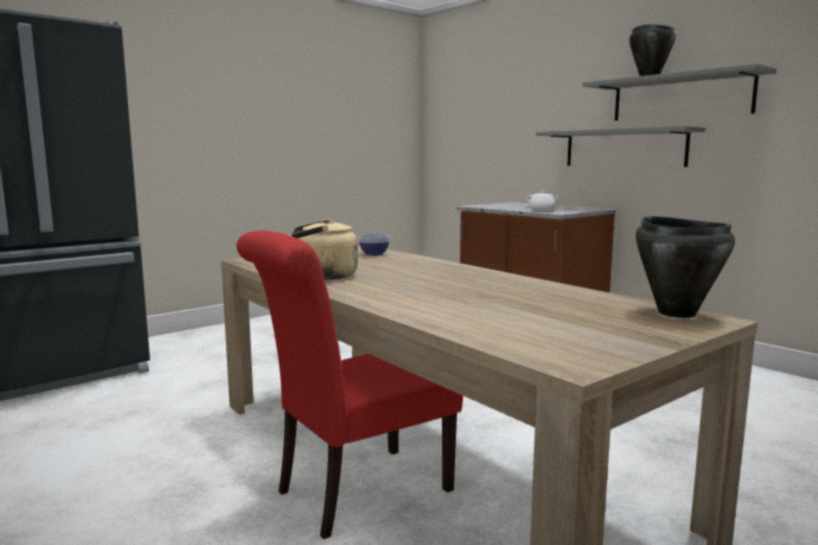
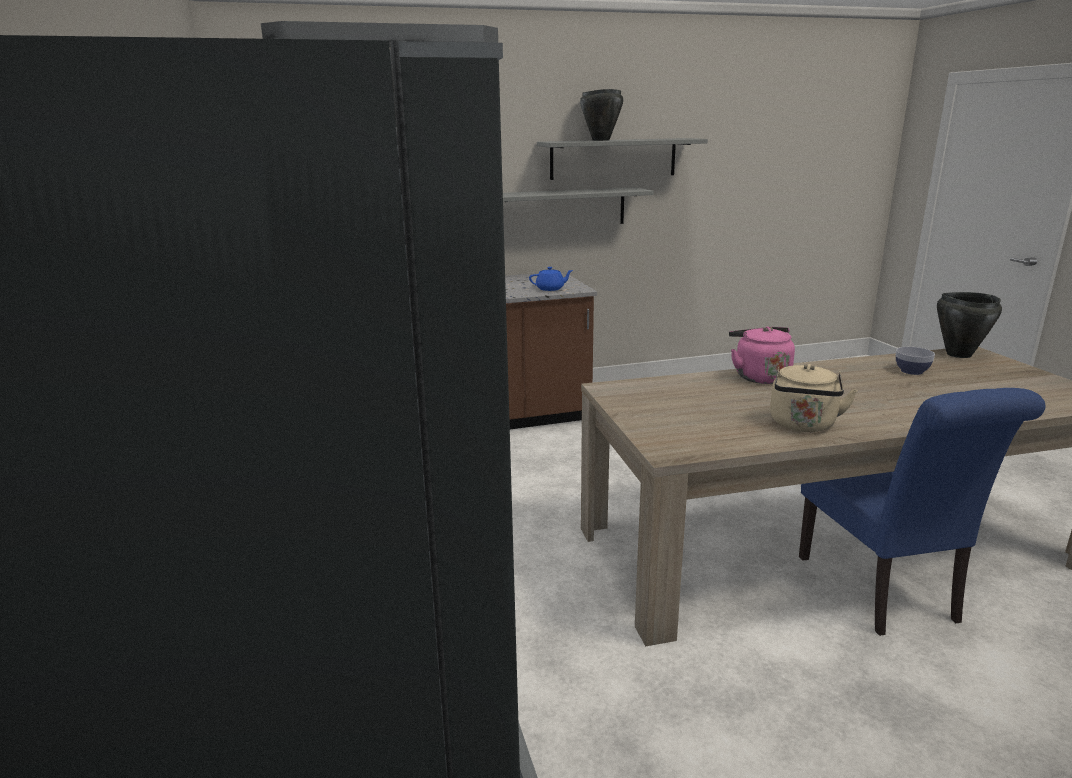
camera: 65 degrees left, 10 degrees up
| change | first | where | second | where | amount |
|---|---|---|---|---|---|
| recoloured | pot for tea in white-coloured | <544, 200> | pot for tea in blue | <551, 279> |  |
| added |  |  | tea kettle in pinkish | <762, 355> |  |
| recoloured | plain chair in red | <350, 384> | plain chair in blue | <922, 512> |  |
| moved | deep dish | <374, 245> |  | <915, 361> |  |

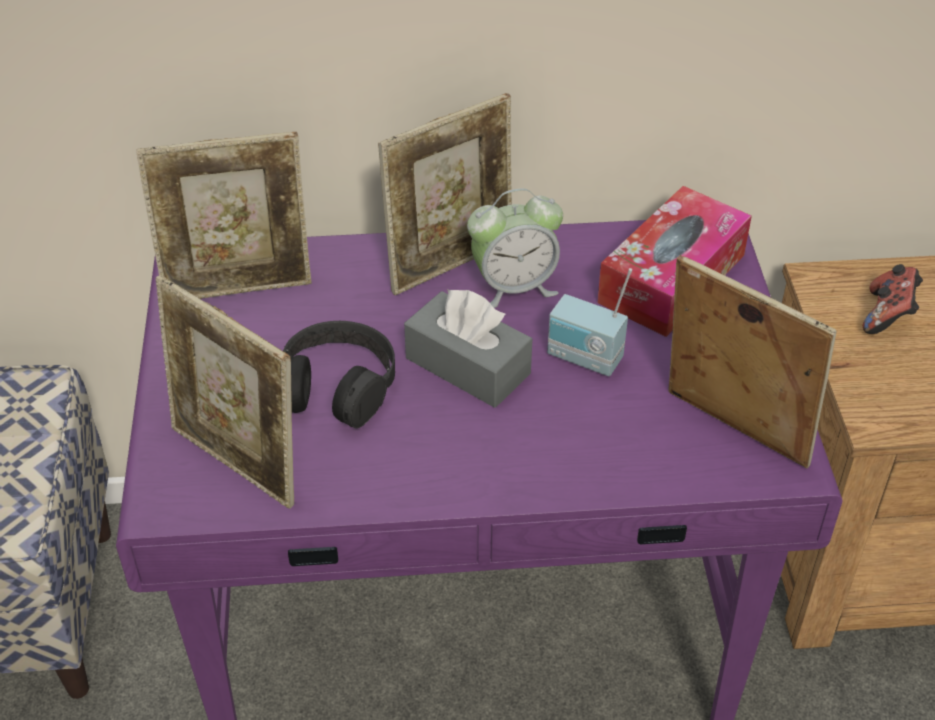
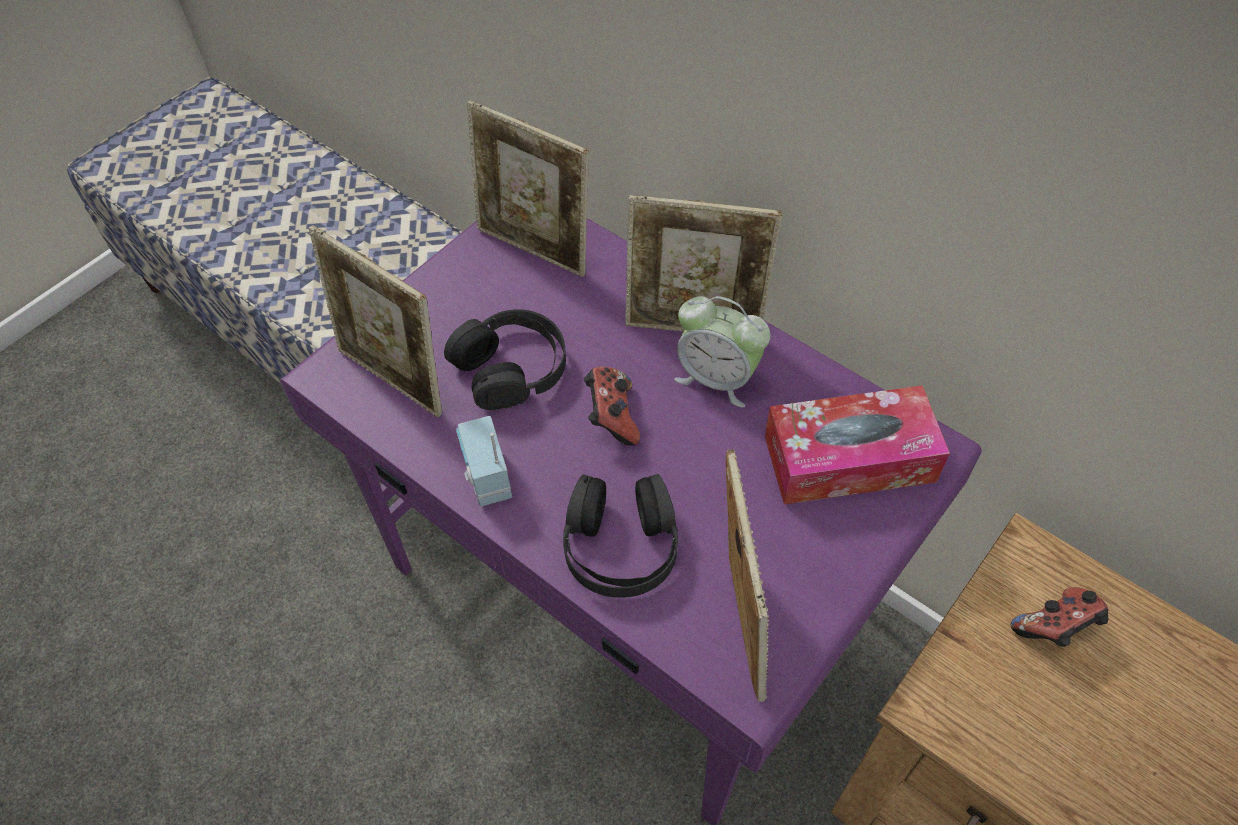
camera: 45 degrees right, 10 degrees up
| change | first | where | second | where | amount |
|---|---|---|---|---|---|
| turned | standing frame | <225, 392> |  | <375, 321> | 45 degrees counterclockwise |
| moved | radio | <589, 322> |  | <484, 461> |  |
| added |  |  | headset in black-coloured | <620, 536> |  |
| replaced | tissue box in grey | <468, 348> | gamepad | <612, 406> |  |

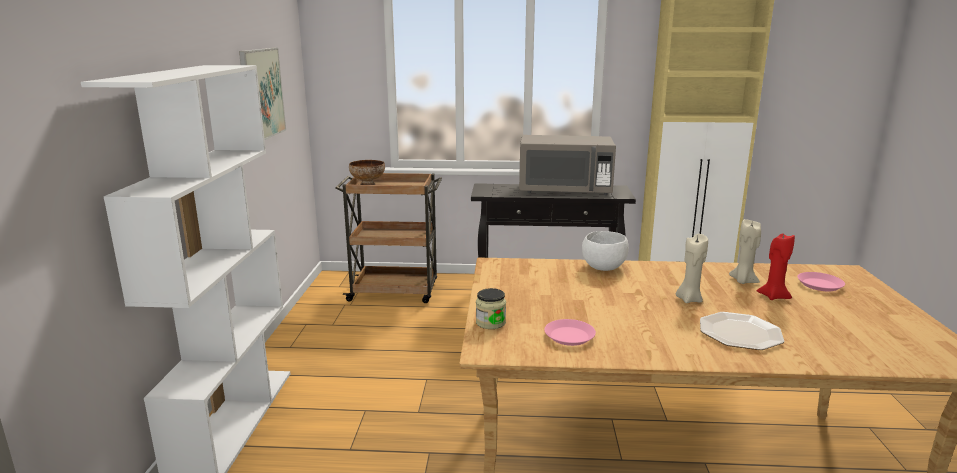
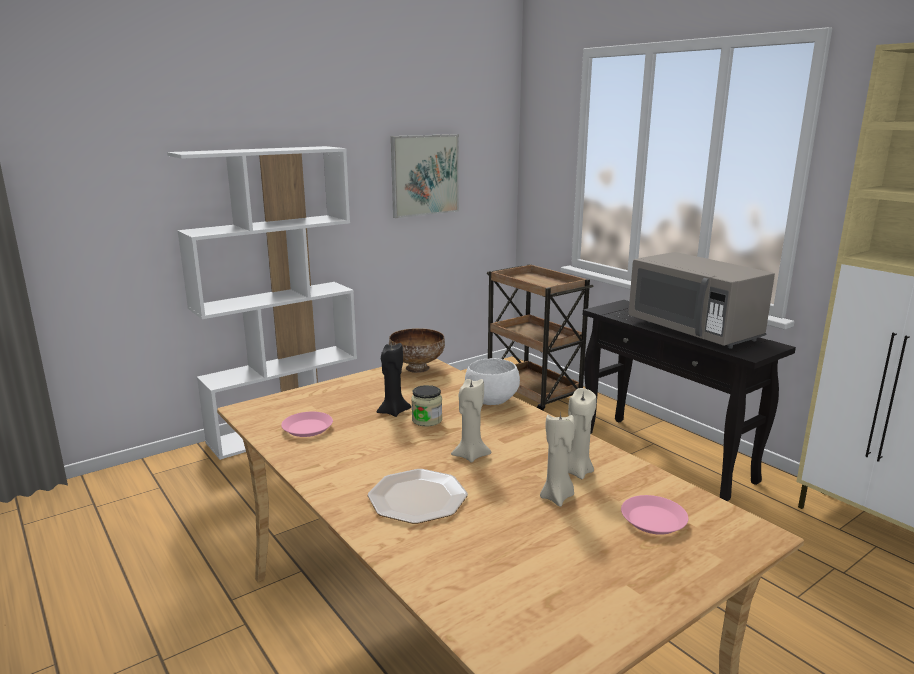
camera: 50 degrees right, 0 degrees up
| change | first | where | second | where | amount |
|---|---|---|---|---|---|
| added |  |  | wax candle in black-coloured | <393, 380> |  |
| moved | deep dish | <367, 172> |  | <417, 350> |  |
| moved | jar | <491, 308> |  | <426, 406> |  |
| recoloured | wax candle in red | <776, 267> | wax candle in beige-coloured | <557, 460> |  |

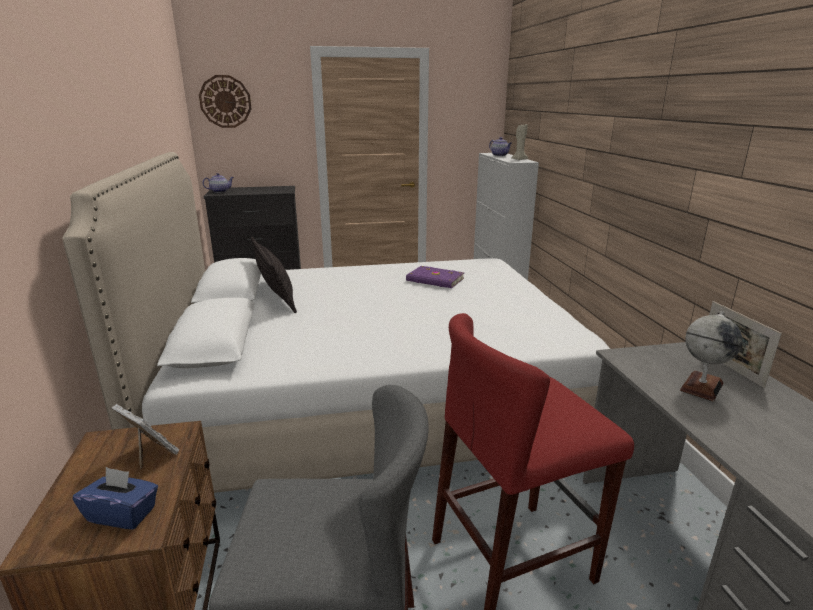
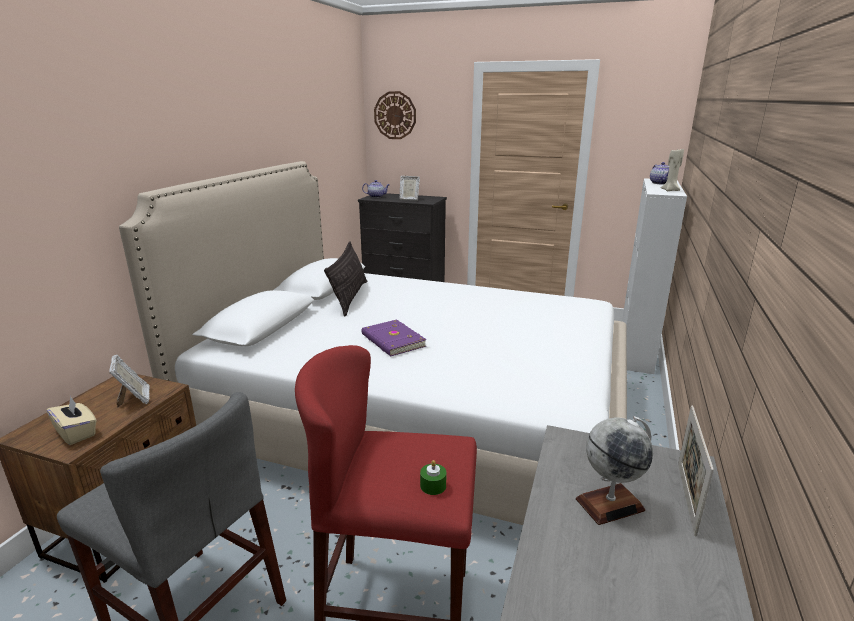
camera: 30 degrees right, 0 degrees up
| change | first | where | second | where | amount |
|---|---|---|---|---|---|
| recoloured | tissue box in blue | <115, 498> | tissue box in beige-coloured | <71, 420> |  |
| moved | book in purple | <435, 277> |  | <394, 337> |  |
| added |  |  | standing frame | <410, 188> |  |
| added |  |  | wax candle in green-coloured | <433, 477> |  |

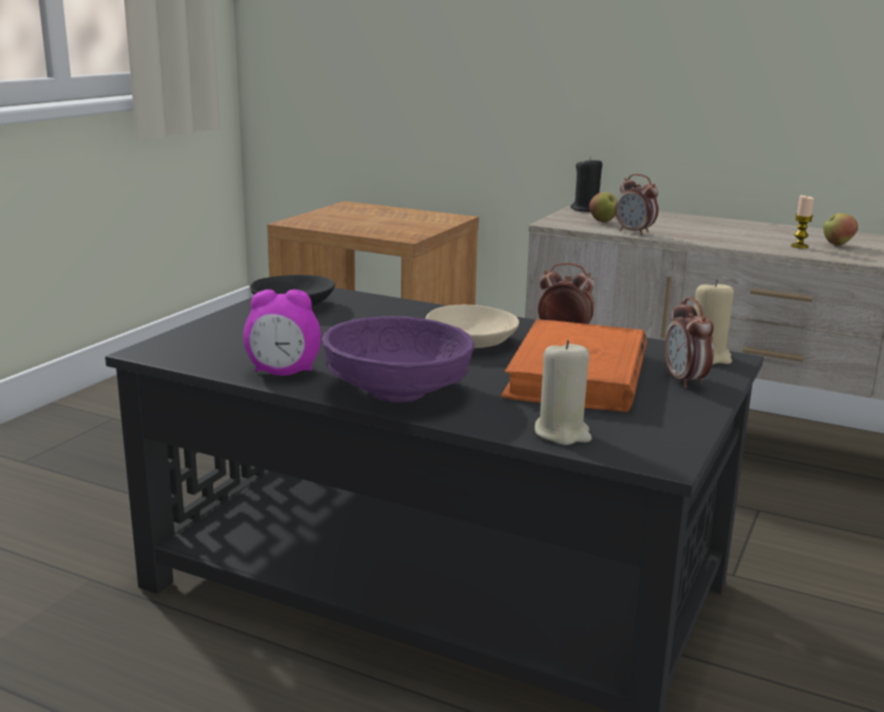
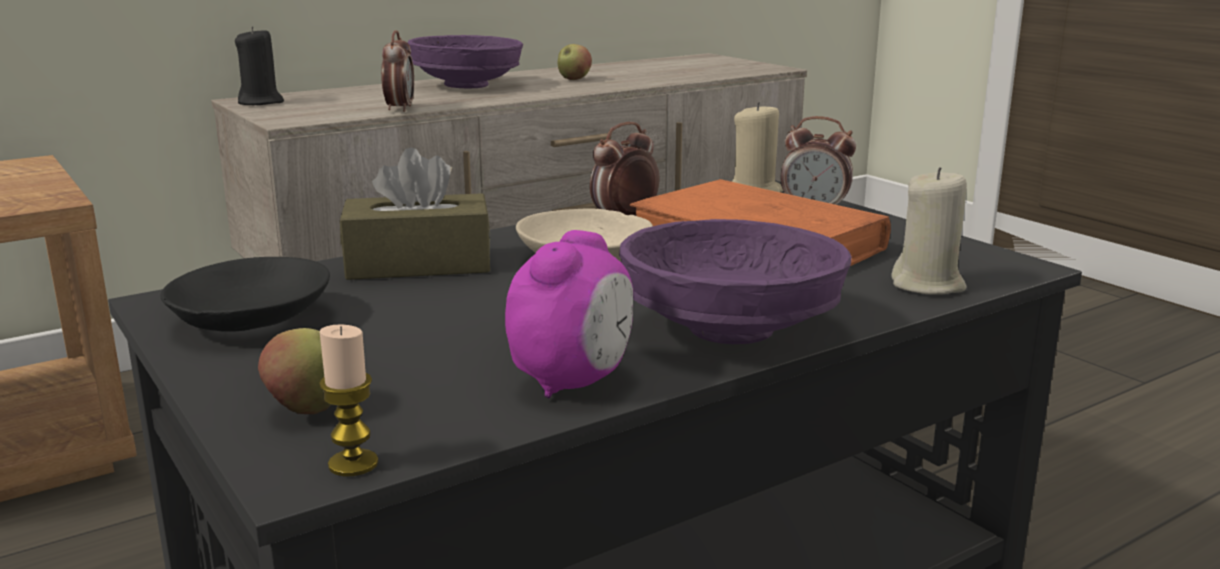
camera: 60 degrees left, 0 degrees up
| change | first | where | second | where | amount |
|---|---|---|---|---|---|
| moved | whole apple | <603, 207> |  | <294, 371> |  |
| moved | wax candle | <802, 221> |  | <348, 400> |  |
| added |  |  | tissue box in brown | <415, 213> |  |
| turned | alarm clock | <637, 204> |  | <397, 71> | 75 degrees counterclockwise |
| added |  |  | deep dish in purple | <465, 61> |  |

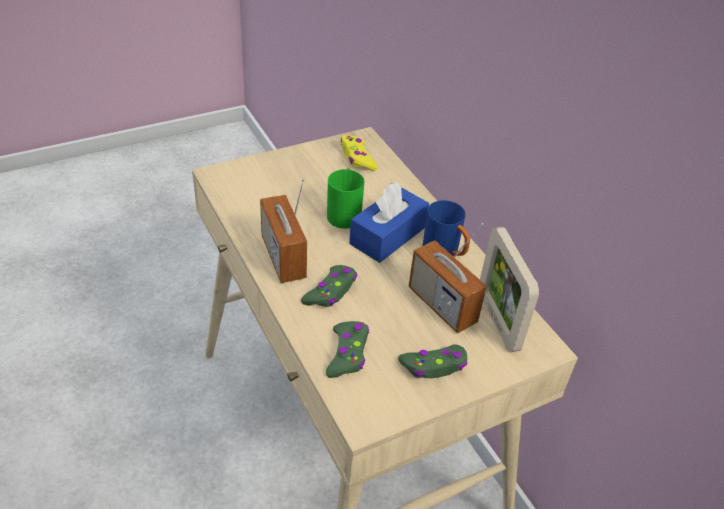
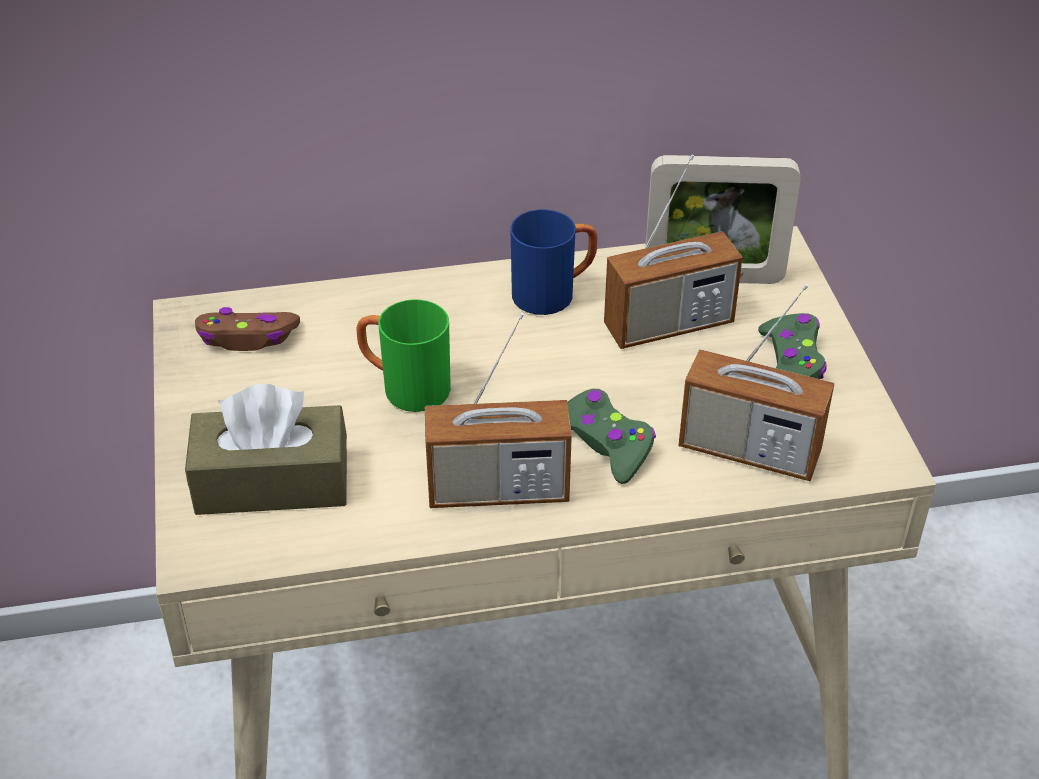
camera: 70 degrees left, 0 degrees up
| change | first | where | second | where | amount |
|---|---|---|---|---|---|
| added |  |  | tissue box in brown | <266, 449> |  |
| recoloured | gamepad in yellowish | <359, 153> | gamepad in brown | <247, 329> |  |
| replaced | gamepad in green-coloured | <347, 349> | radio | <756, 382> |  |
| removed | tissue box in blue | <389, 222> |  |  |  |

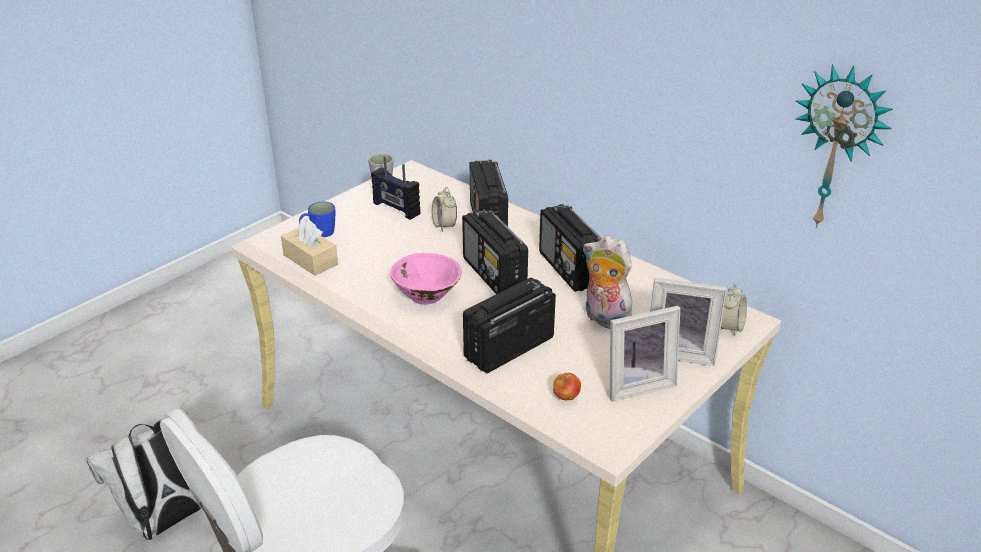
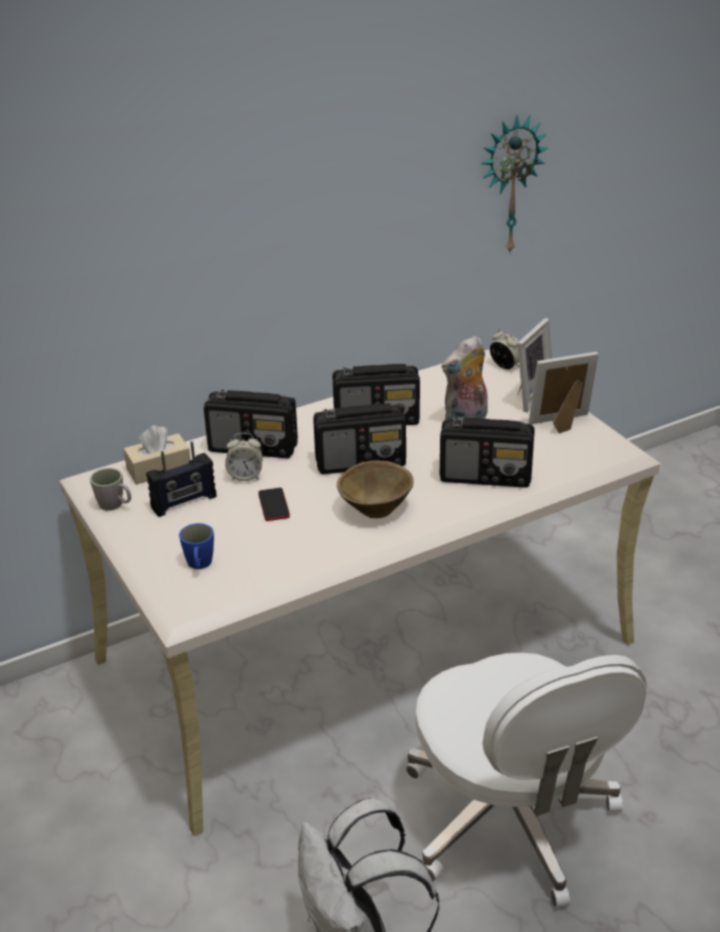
camera: 70 degrees left, 0 degrees up
| change | first | where | second | where | amount |
|---|---|---|---|---|---|
| moved | tissue box in beige-coloured | <309, 247> |  | <157, 455> |  |
| added |  |  | phone | <274, 504> |  |
| recoloured | deep dish in pinkish | <425, 279> | deep dish in brown | <375, 489> |  |
| turned | radio | <509, 325> |  | <487, 452> | 60 degrees counterclockwise |
| turned | standing frame | <645, 354> |  | <564, 392> | 105 degrees counterclockwise |
| removed | whole apple | <567, 386> |  |  |  |

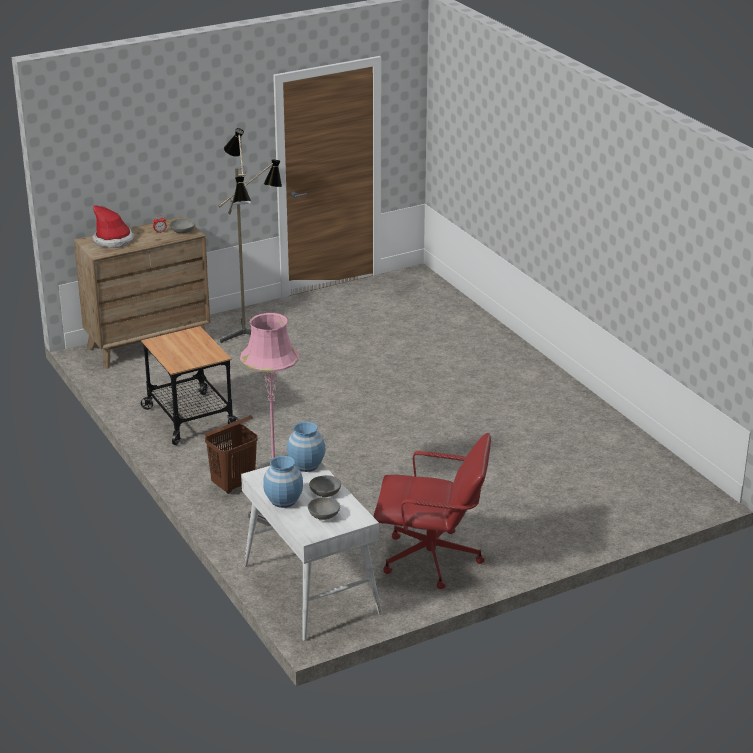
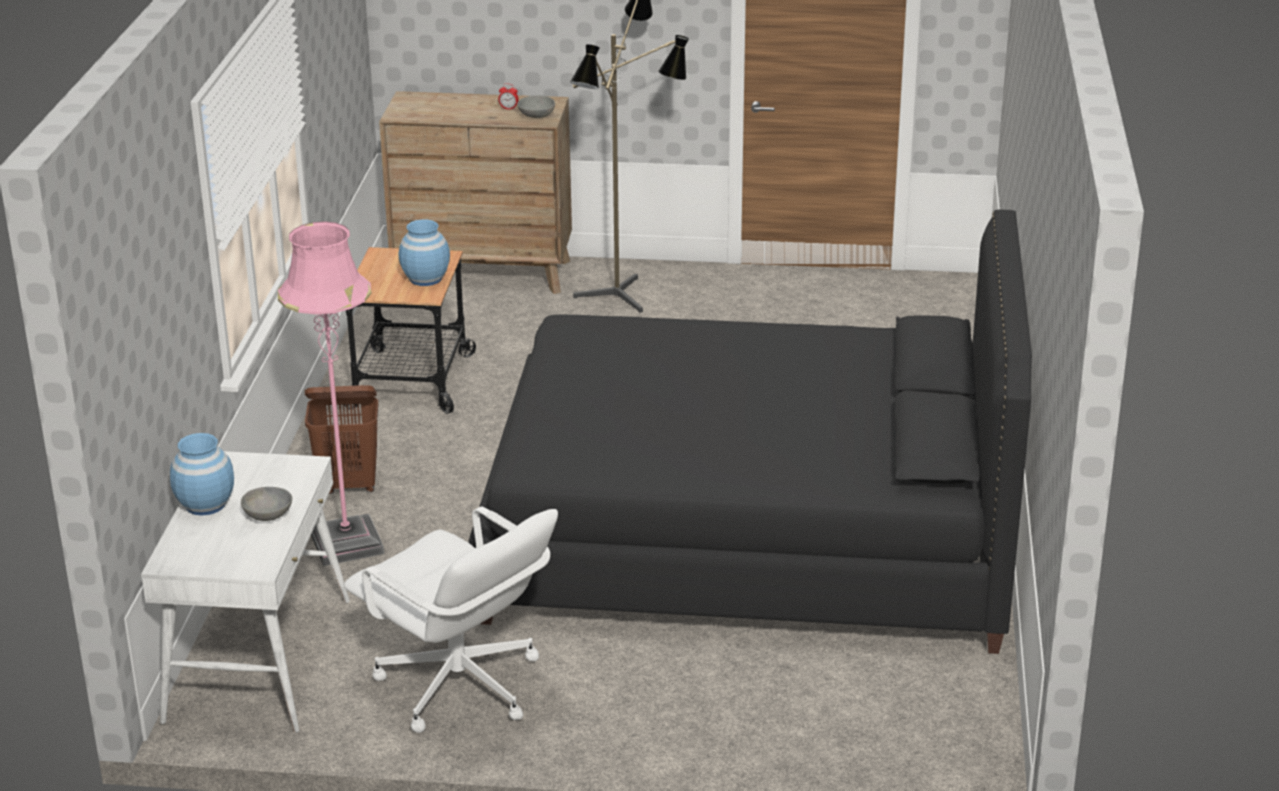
camera: 35 degrees right, 0 degrees up
| change | first | where | second | where | amount |
|---|---|---|---|---|---|
| recoloured | office chair in red | <432, 511> | office chair in white-coloured | <451, 619> |  |
| moved | flower vase in blue | <306, 446> |  | <424, 252> |  |
| added |  |  | bedroom bed in black-coloured | <750, 432> |  |
| removed | clothing hat | <113, 226> |  |  |  |
| removed | deep dish in grey | <324, 508> |  |  |  |

